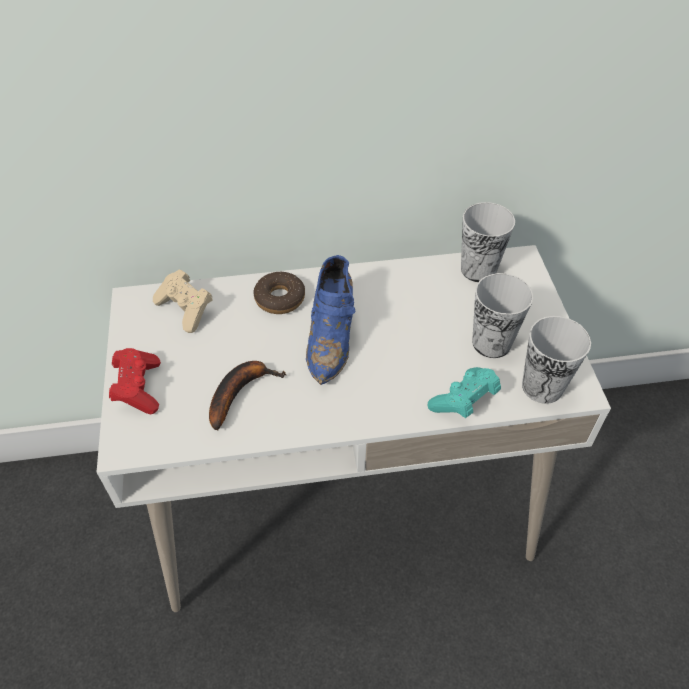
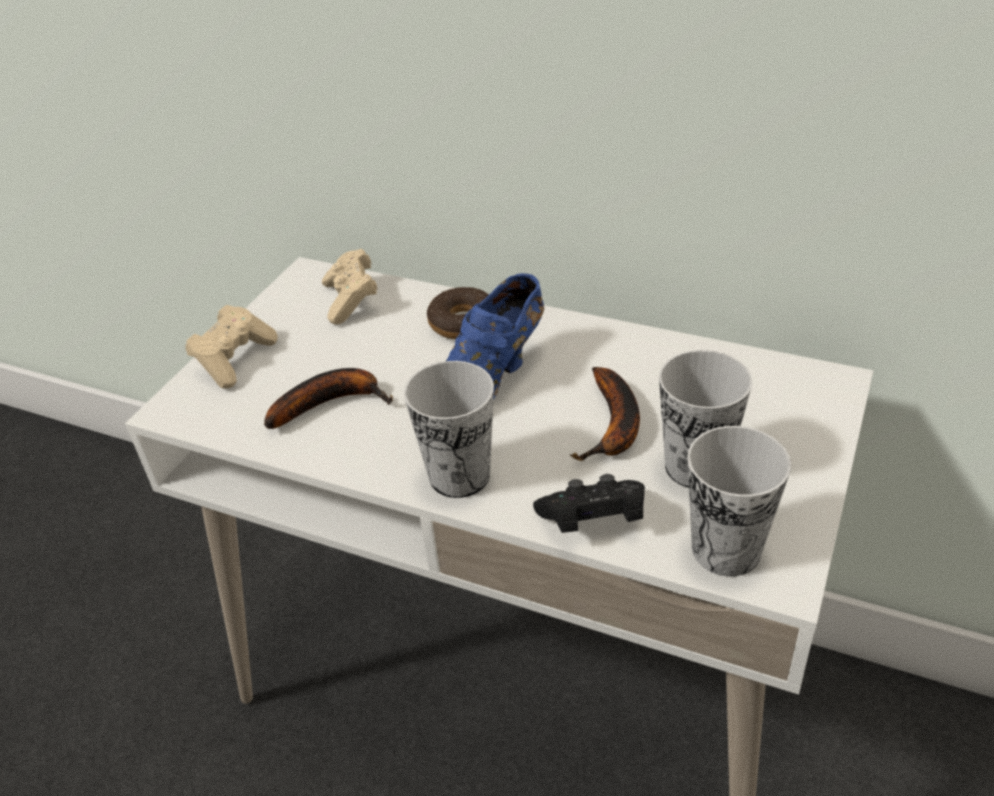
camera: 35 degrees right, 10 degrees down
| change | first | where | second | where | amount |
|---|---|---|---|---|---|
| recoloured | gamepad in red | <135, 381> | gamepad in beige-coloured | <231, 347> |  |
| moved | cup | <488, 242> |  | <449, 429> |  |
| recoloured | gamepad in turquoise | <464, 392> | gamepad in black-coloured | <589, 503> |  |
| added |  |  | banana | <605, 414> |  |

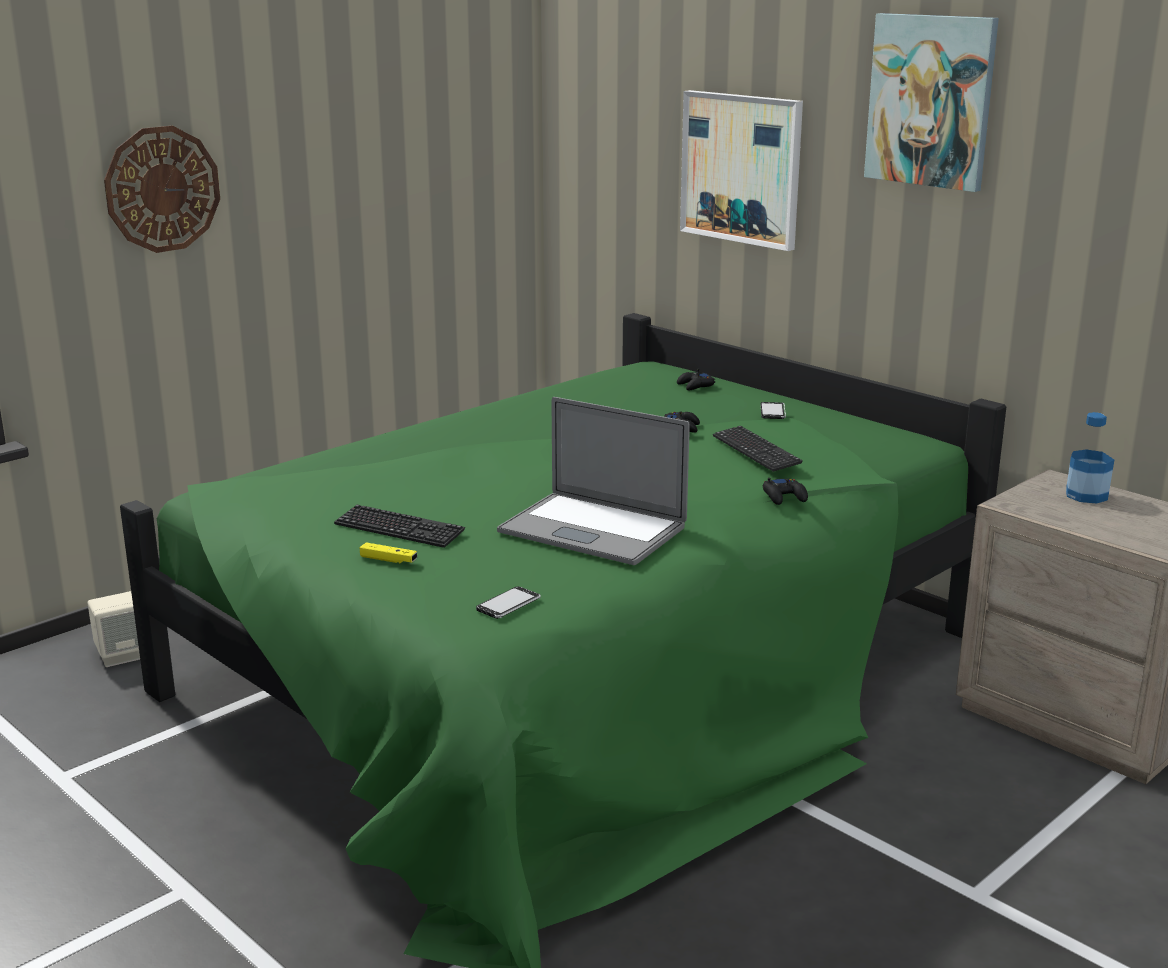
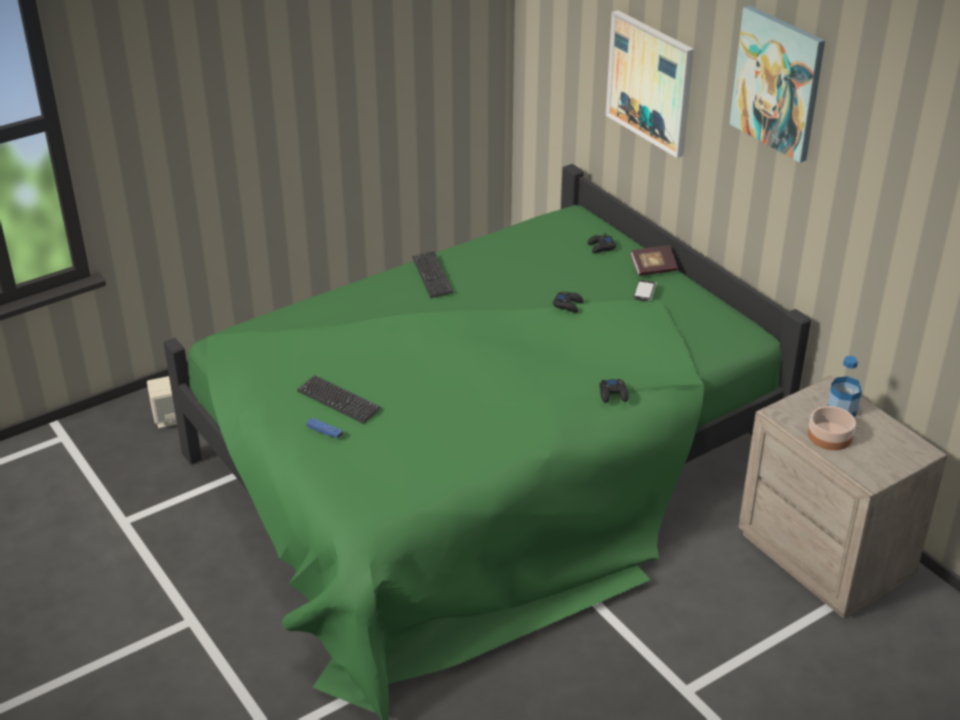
camera: 10 degrees right, 15 degrees up
| change | first | where | second | where | amount |
|---|---|---|---|---|---|
| recoloured | gamepad in yellowish | <388, 552> | gamepad in blue | <325, 428> |  |
| moved | PC keyboard | <758, 449> |  | <432, 274> |  |
| added |  |  | book | <654, 260> |  |
| added |  |  | deep dish | <832, 428> |  |
| removed | wall clock | <162, 189> |  |  |  |
| removed | phone | <508, 602> |  |  |  |
| removed | portable computer | <593, 481> |  |  |  |

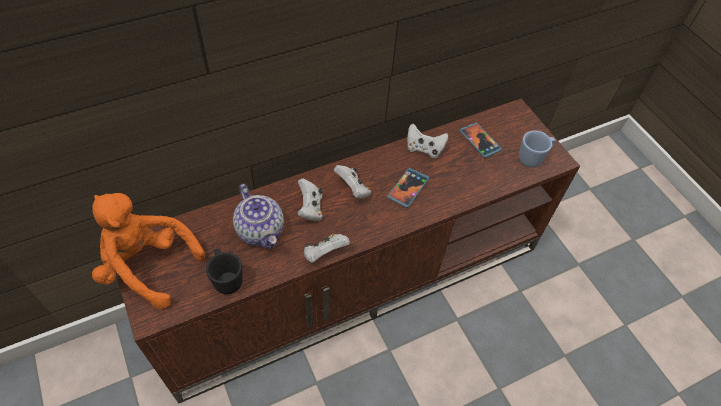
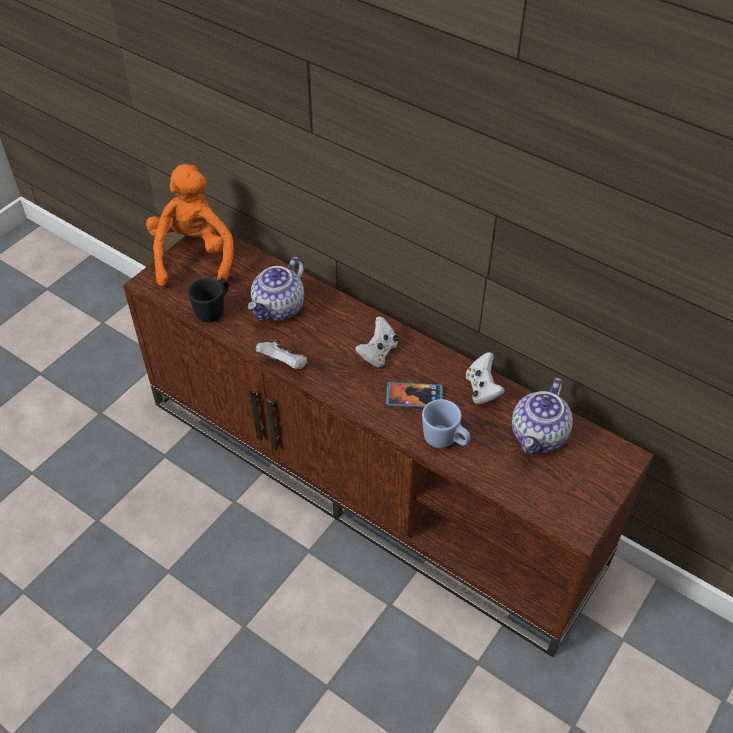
camera: 65 degrees right, 5 degrees down
| change | first | where | second | where | amount |
|---|---|---|---|---|---|
| moved | tea mug in blue | <537, 148> |  | <446, 423> |  |
| replaced | phone | <480, 140> | pot for tea | <542, 416> |  |
| removed | gamepad in white-coloured | <310, 199> |  |  |  |

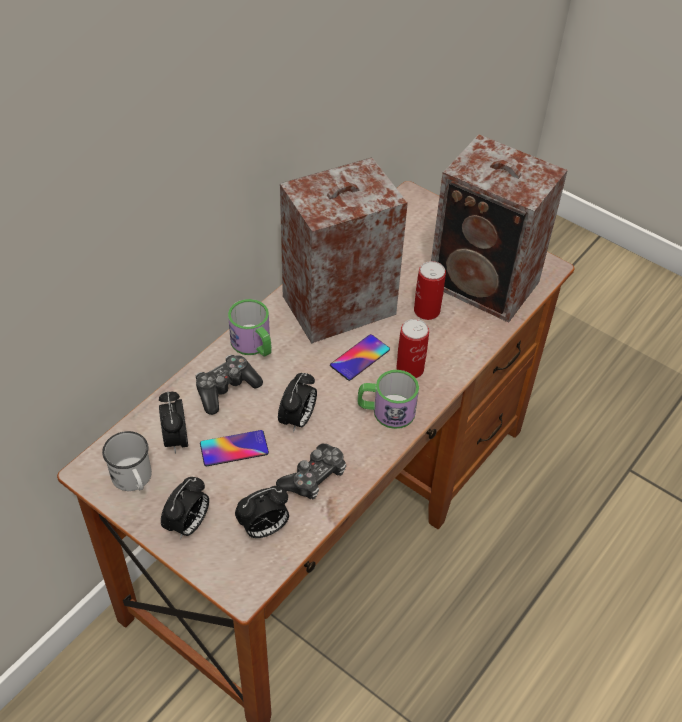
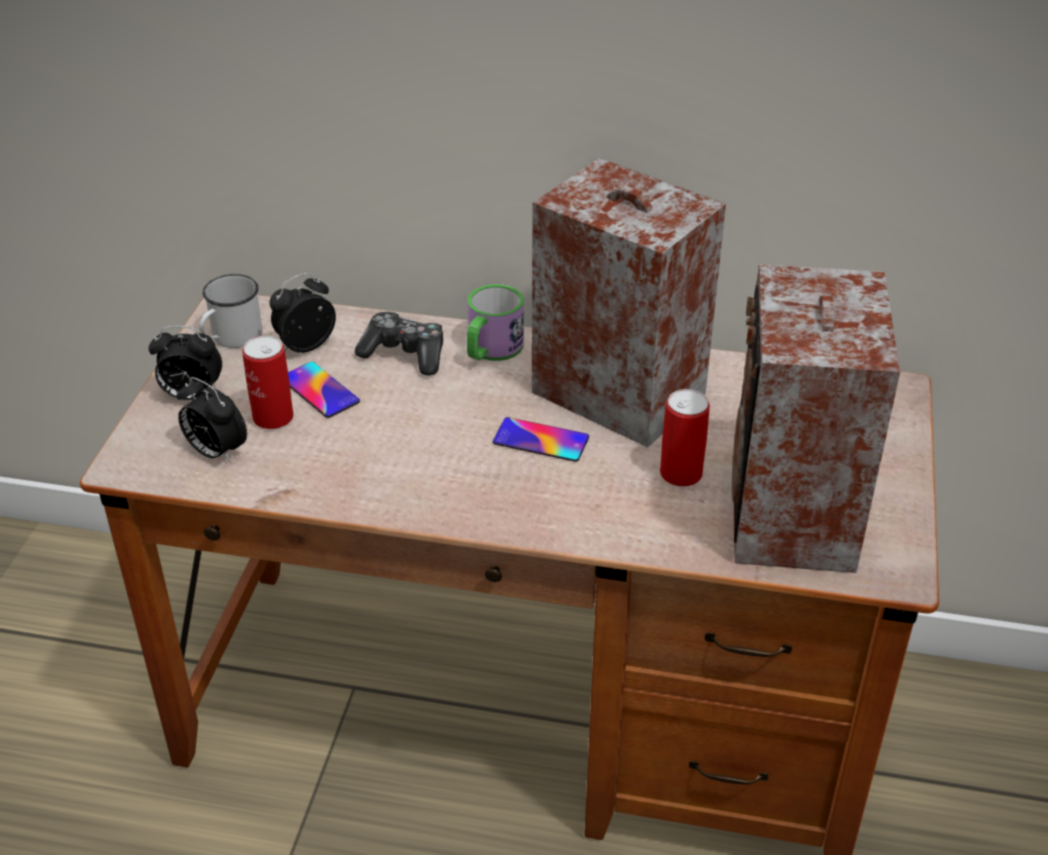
camera: 65 degrees right, 10 degrees down
| change | first | where | second | where | amount |
|---|---|---|---|---|---|
| moved | metal can | <412, 348> |  | <268, 382> |  |
| removed | gamepad | <311, 471> |  |  |  |
| removed | alarm clock | <297, 402> |  |  |  |
| removed | tea mug | <388, 399> |  |  |  |

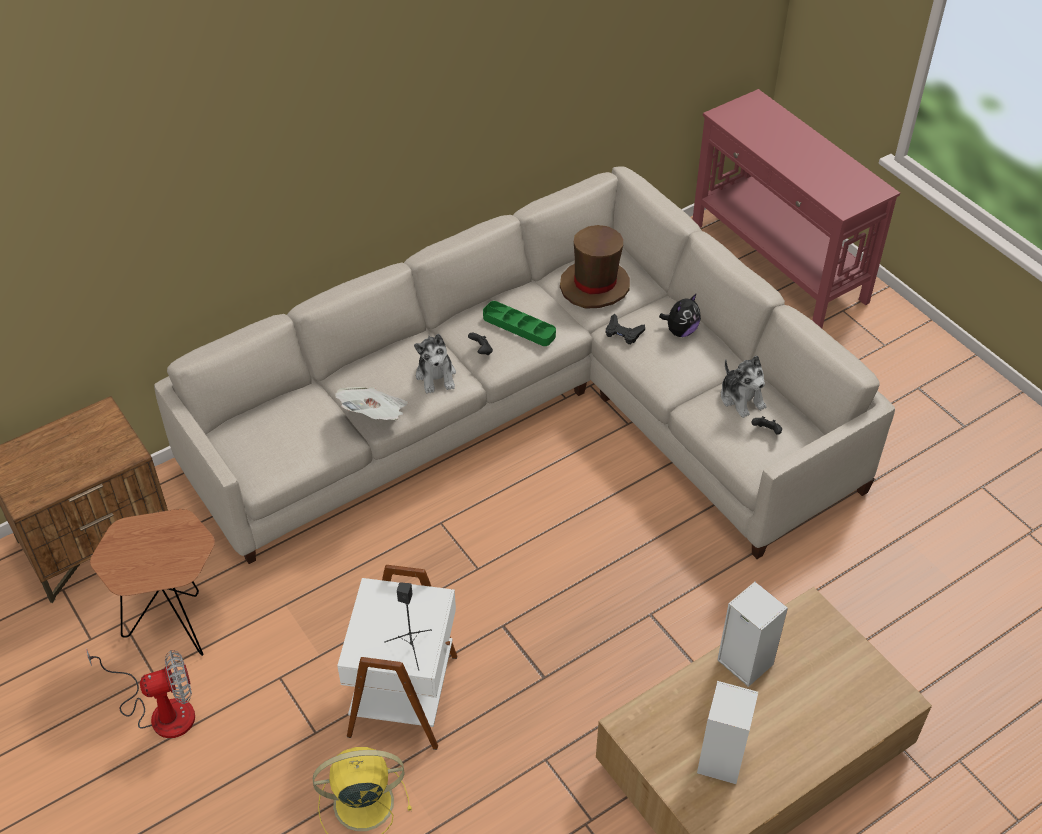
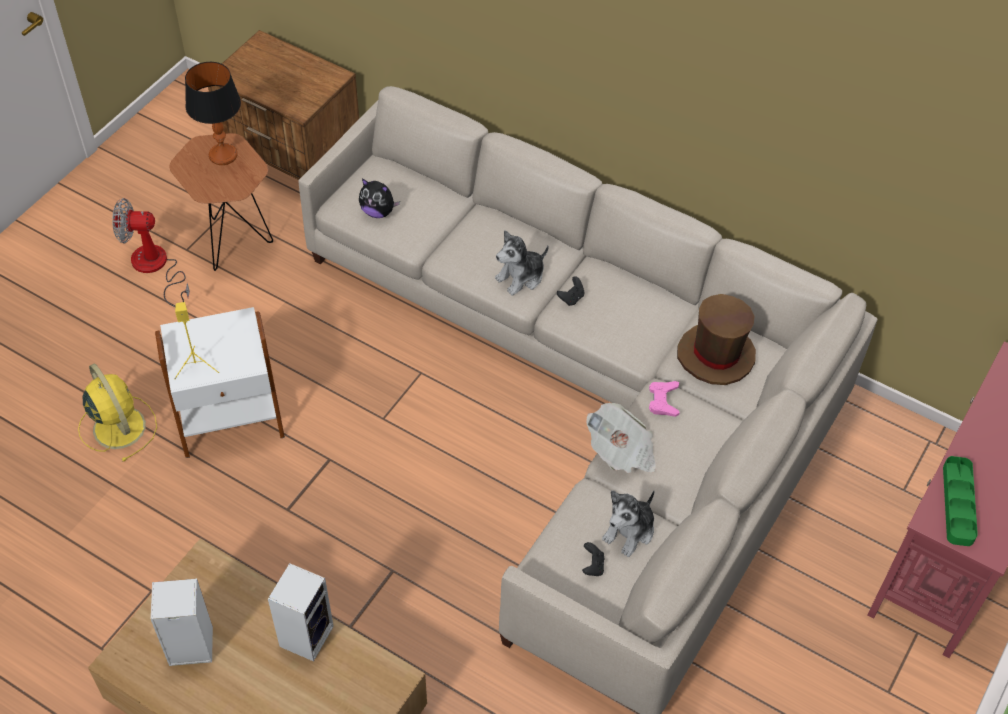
camera: 65 degrees right, 5 degrees up
| change | first | where | second | where | amount |
|---|---|---|---|---|---|
| turned | electric fan | <140, 693> |  | <151, 252> | 135 degrees clockwise |
| recoloured | audio speaker in black-coloured | <408, 626> | audio speaker in yellowish | <196, 340> |  |
| added |  |  | table lamp | <213, 113> |  |
| moved | plush toy | <680, 315> |  | <379, 198> |  |
| moved | newspaper | <371, 403> |  | <621, 438> |  |
| recoloured | gamepad in black-coloured | <625, 329> | gamepad in pinkish | <664, 399> |  |
| moved | tray in green-coloured | <519, 323> |  | <960, 501> |  |

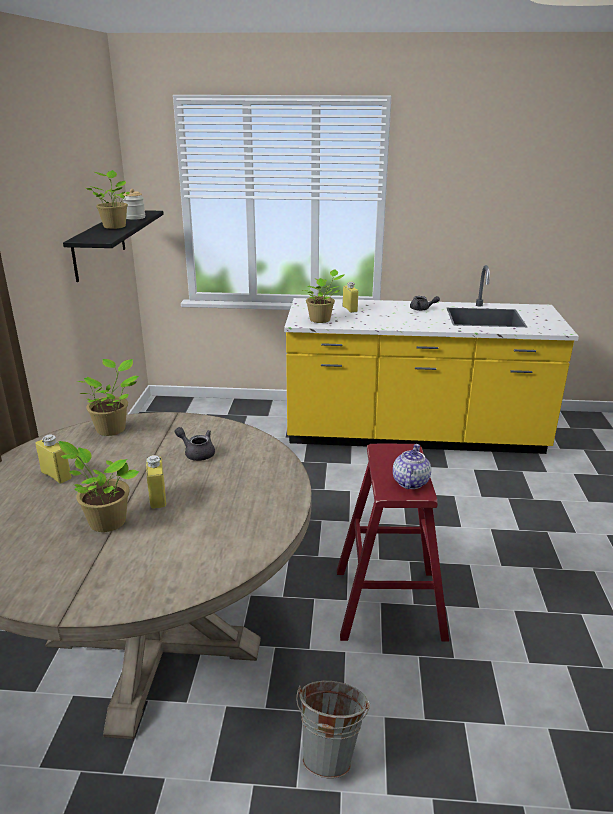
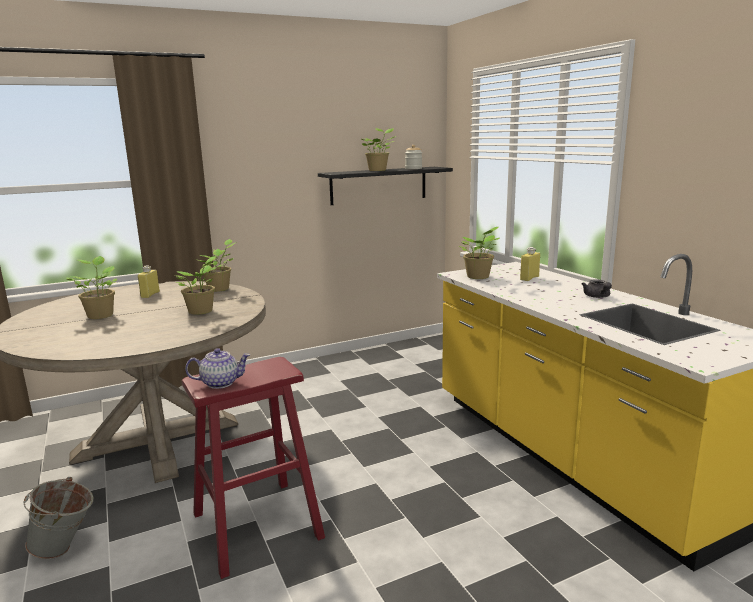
camera: 60 degrees right, 10 degrees down
| change | first | where | second | where | amount |
|---|---|---|---|---|---|
| replaced | pot for tea in grey | <195, 444> | plant in a pot | <196, 285> |  |
| removed | beverage bottle in yellowish | <156, 482> |  |  |  |

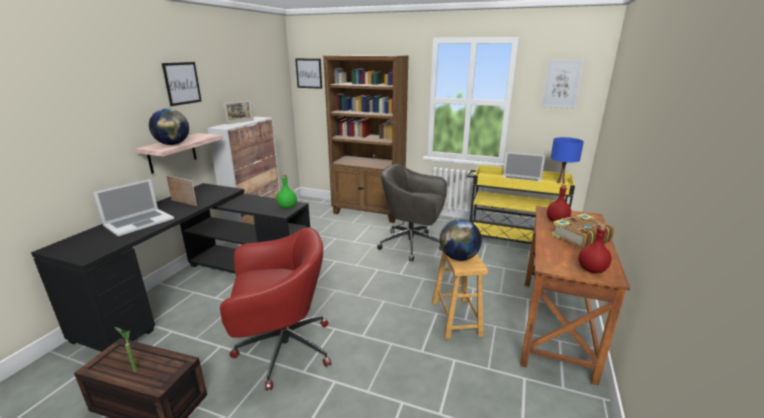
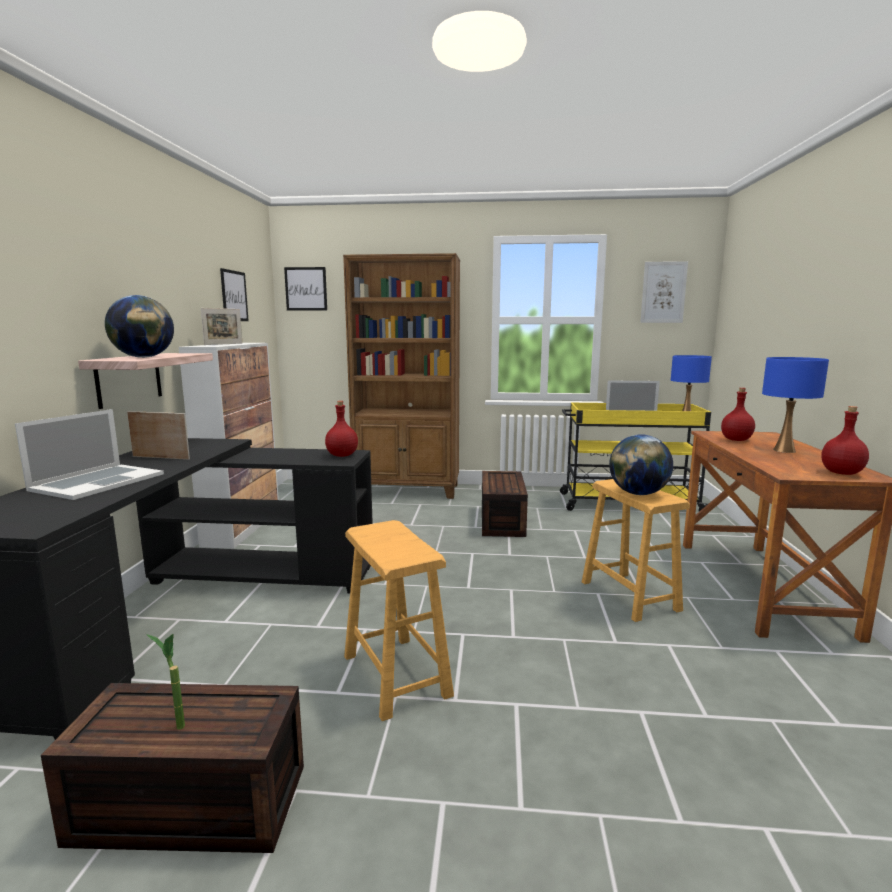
camera: 15 degrees left, 10 degrees down
| change | first | where | second | where | amount |
|---|---|---|---|---|---|
| moved | wall picture | <182, 84> |  | <234, 294> |  |
| recoloured | beverage bottle in green-coloured | <286, 191> | beverage bottle in red | <341, 429> |  |
| replaced | office chair in red | <275, 309> | stool in brown | <399, 620> |  |
| replaced | office chair in grey | <412, 213> | storage box in brown | <505, 504> |  |
| replaced | book | <583, 231> | table lamp in blue | <795, 405> |  |

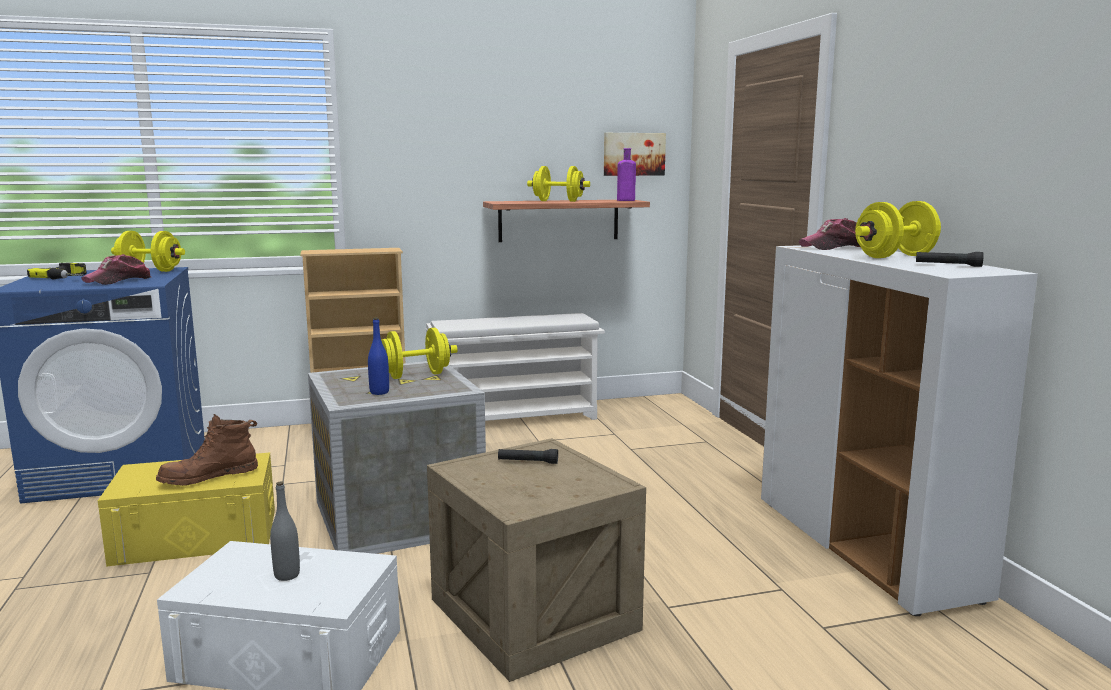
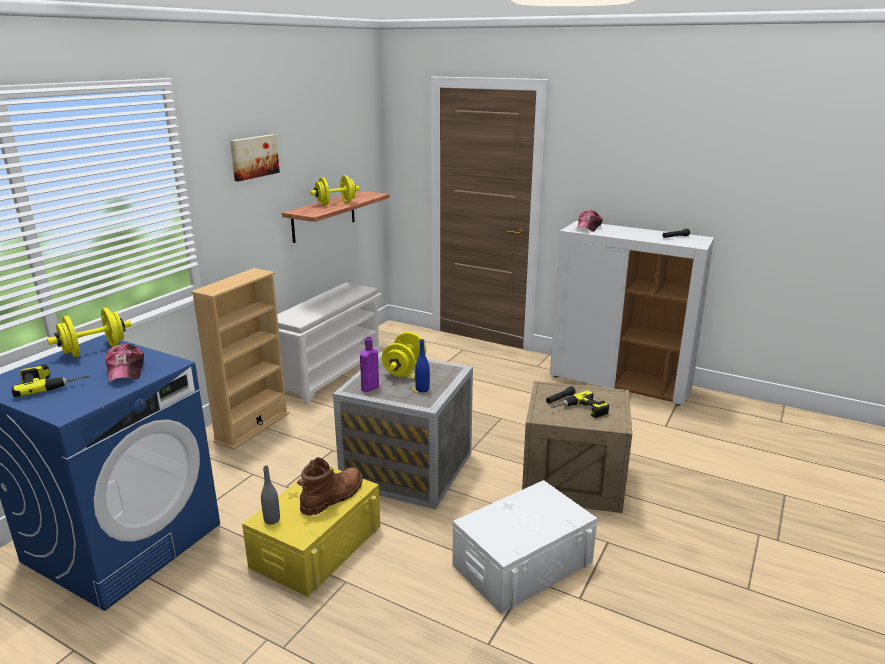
camera: 45 degrees left, 10 degrees up
| change | first | where | second | where | amount |
|---|---|---|---|---|---|
| moved | wall picture | <635, 154> |  | <255, 157> |  |
| moved | beverage bottle in grey | <285, 531> |  | <270, 495> |  |
| turned | boot in brown | <207, 450> |  | <330, 486> | 150 degrees counterclockwise |
| moved | beverage bottle in purple | <626, 174> |  | <369, 364> |  |
| added |  |  | drill | <580, 404> |  |
| removed | hand weight in yellowish | <898, 229> |  |  |  |

